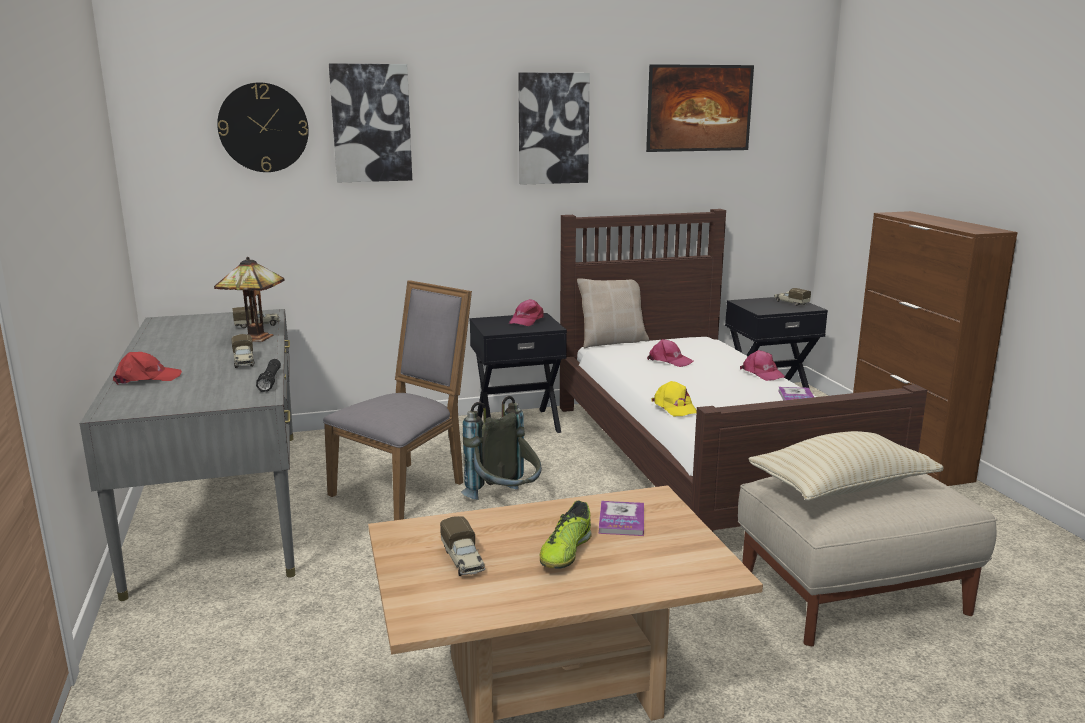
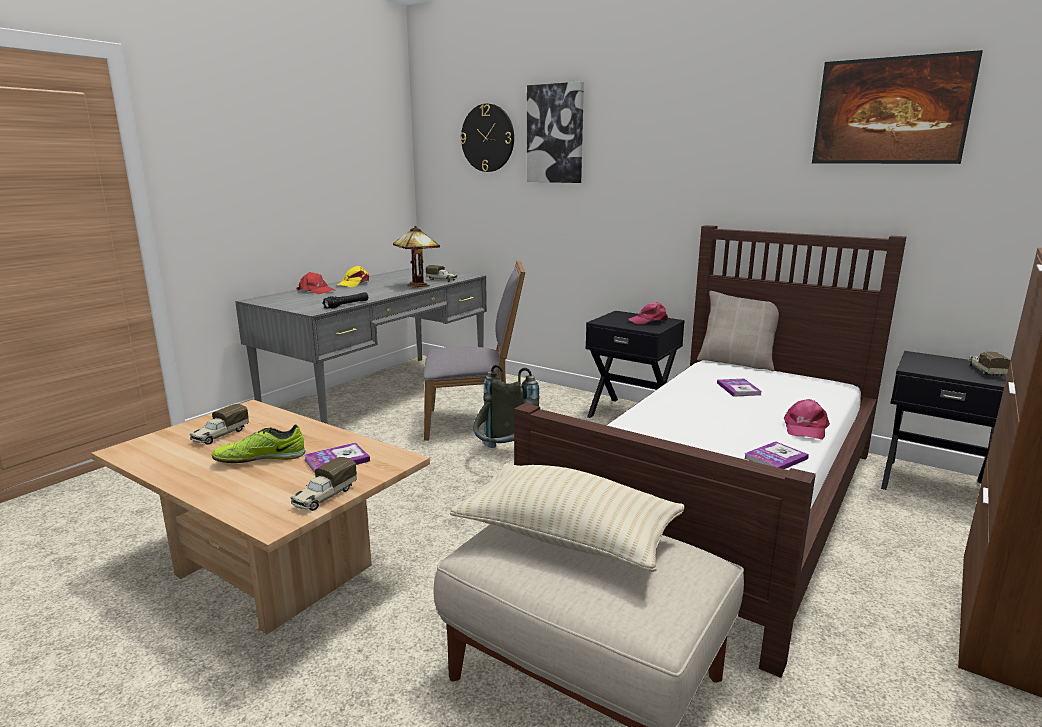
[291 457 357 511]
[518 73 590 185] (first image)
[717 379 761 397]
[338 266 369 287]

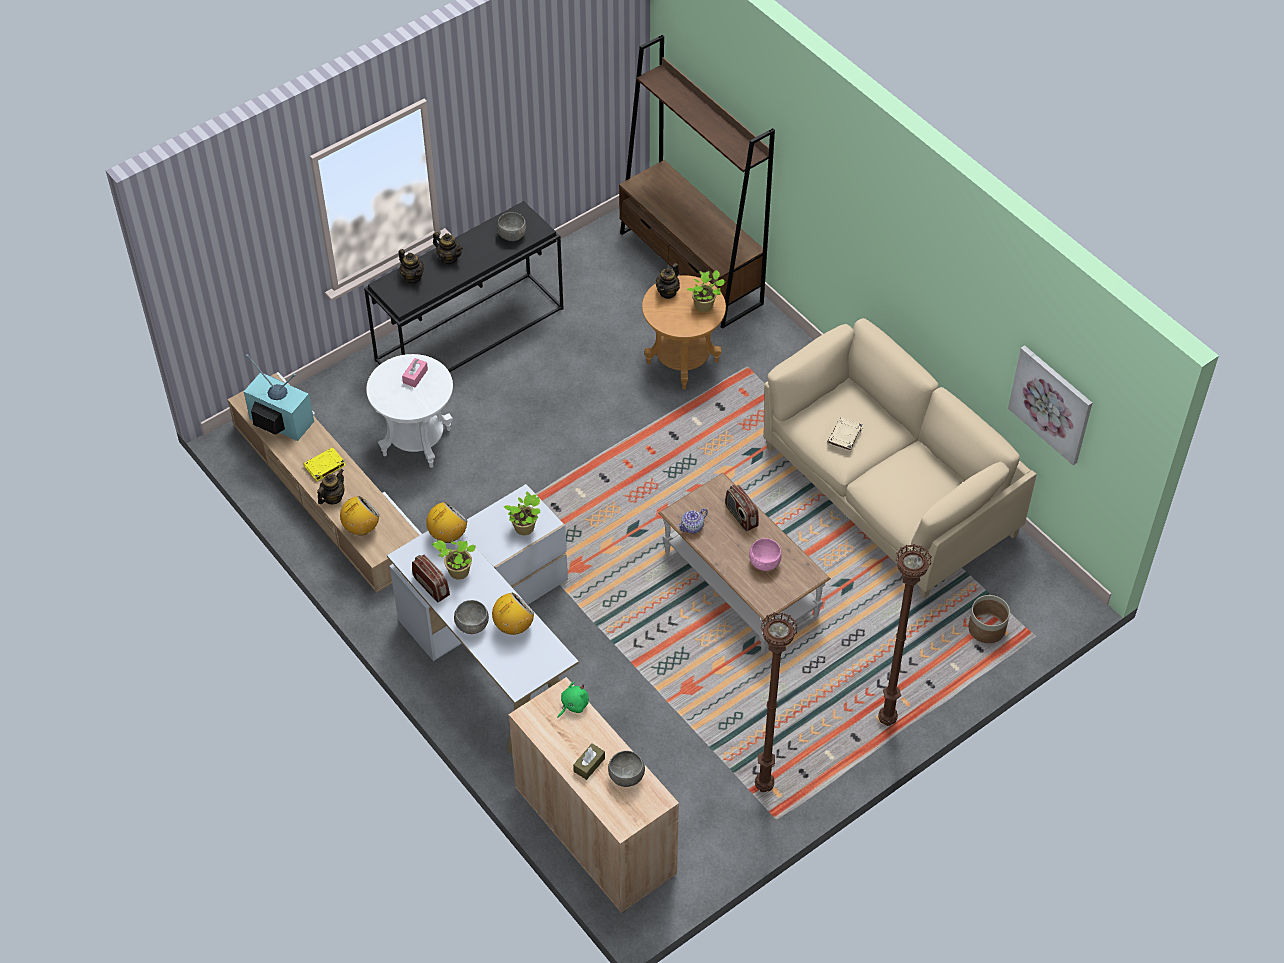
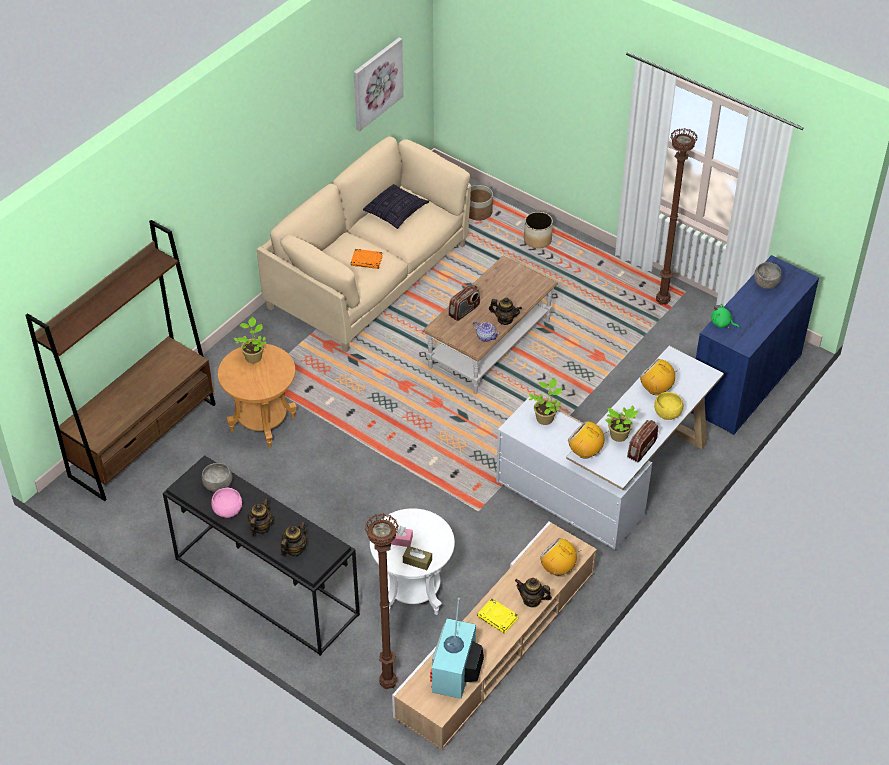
[654 392 683 420]
[691 255 819 435]
[403 546 432 570]
[489 297 522 325]
[211 488 242 518]
[351 249 383 269]
[365 513 399 689]
[363 184 429 229]
[524 212 553 248]

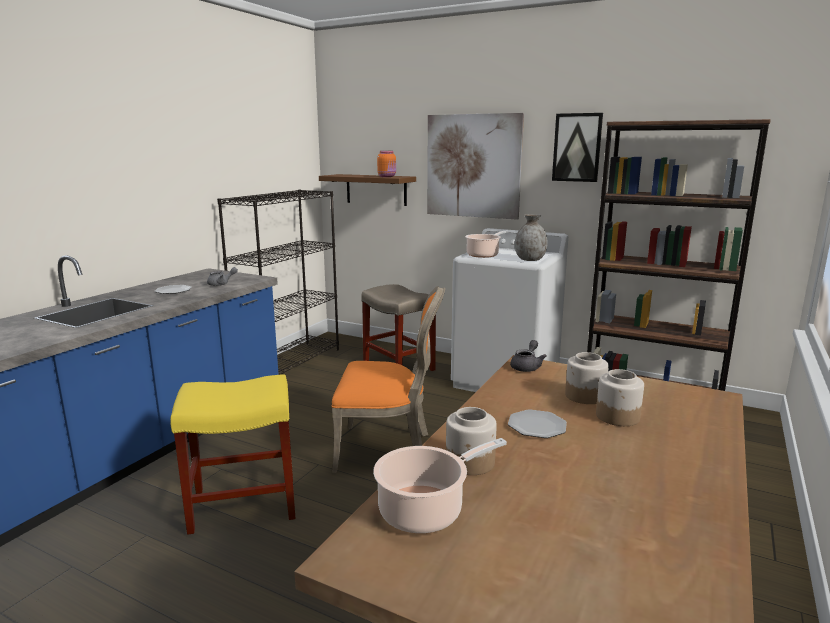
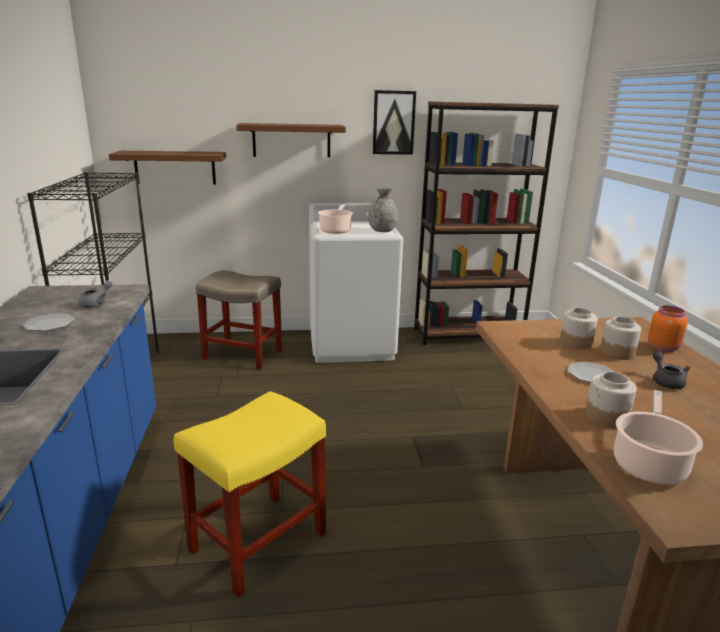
[332 286 445 473] (first image)
[648 306 688 352]
[236 123 346 158]
[653 351 691 389]

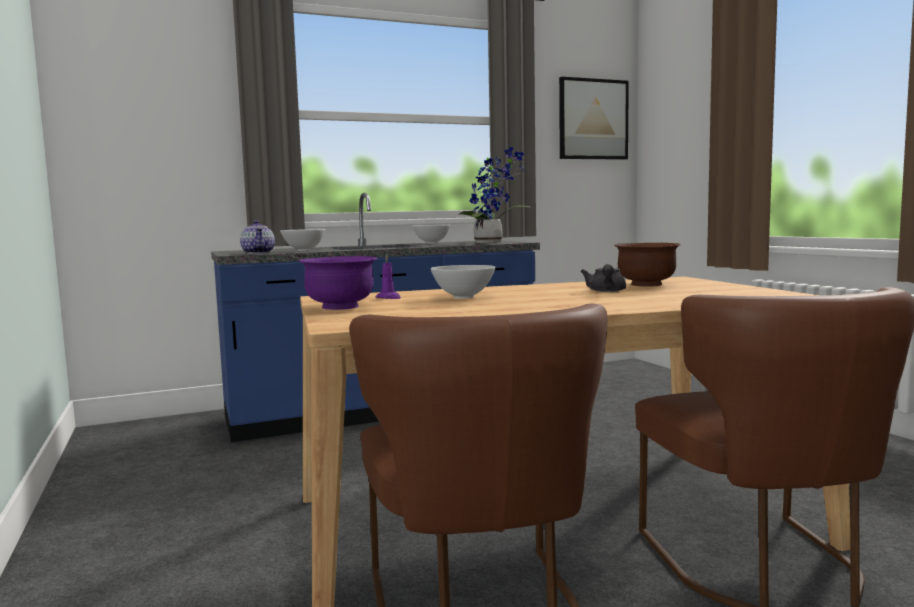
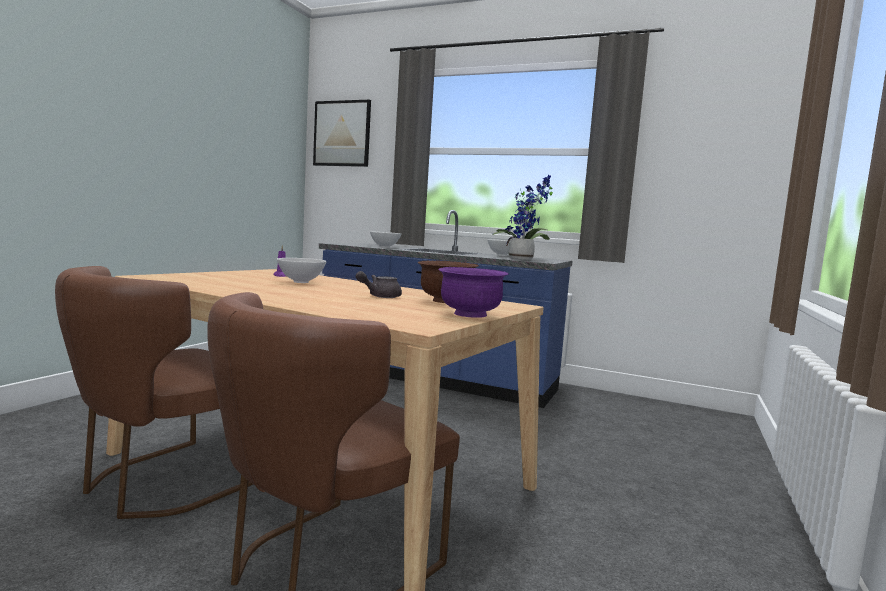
[240 220 275 254] (first image)
[438 267 508 318]
[313 100 371 167]

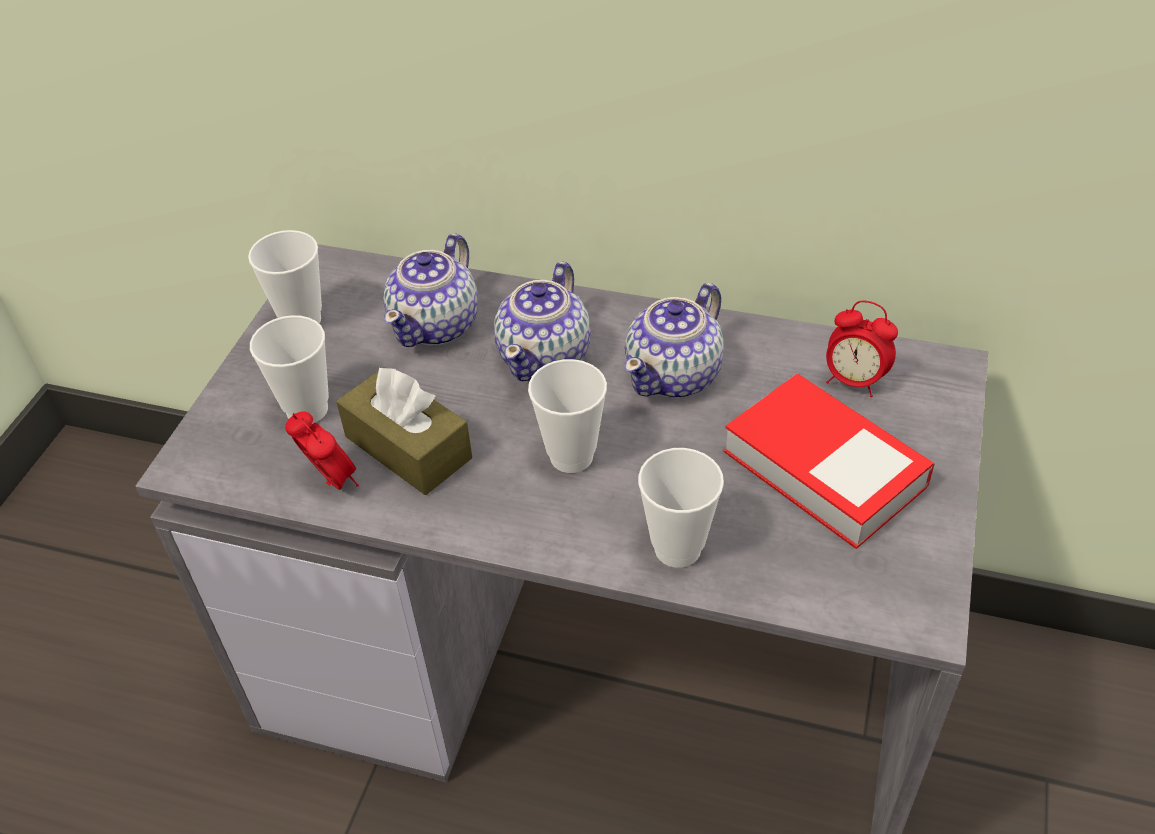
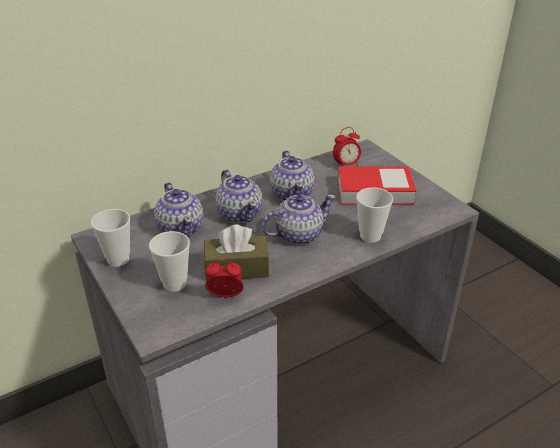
[262 195 336 245]

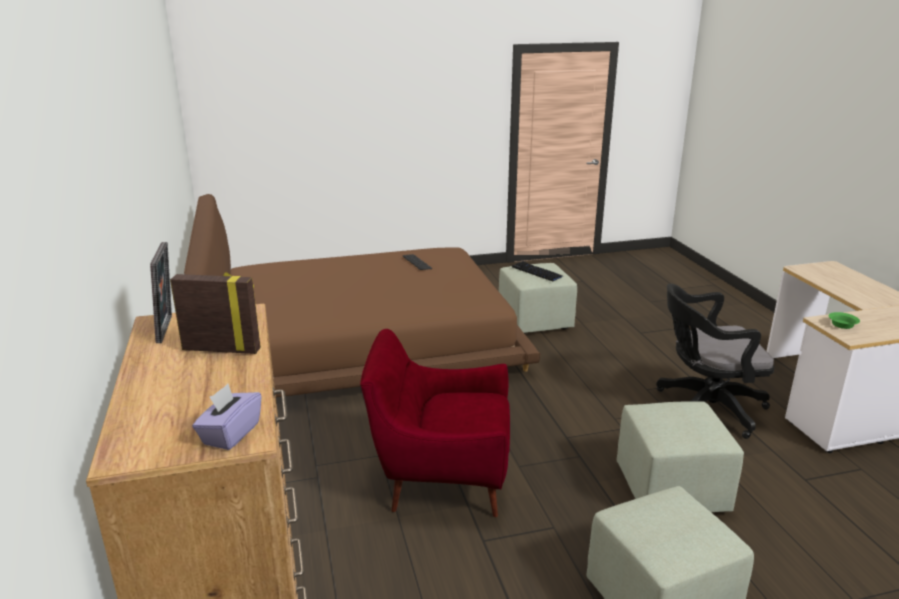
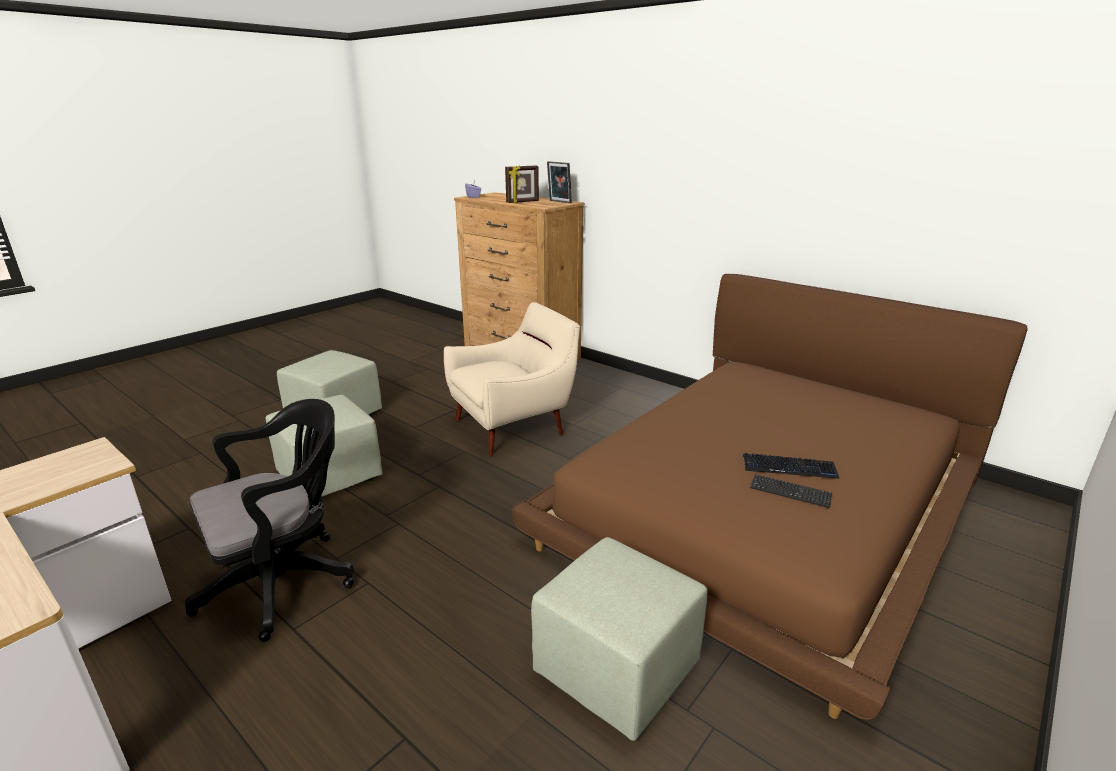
[444 302 580 456]
[743 453 839 479]
[828 312 860 329] (first image)

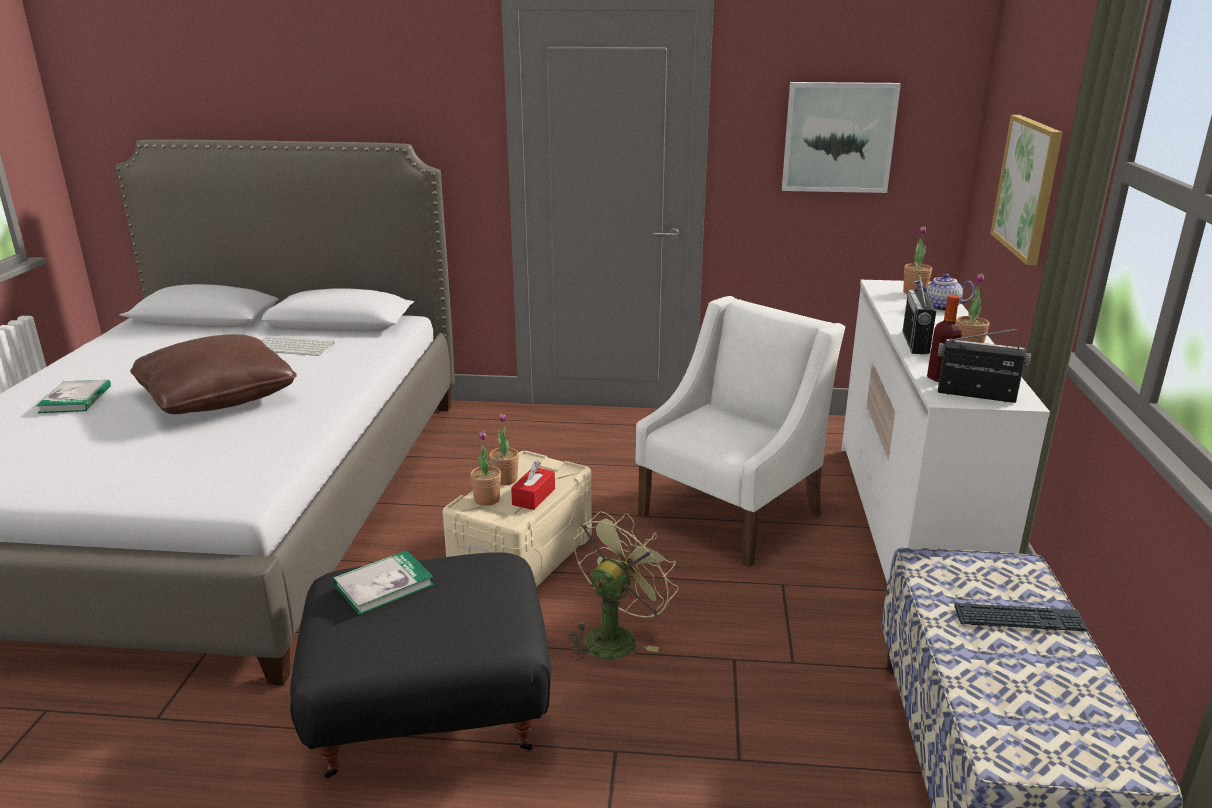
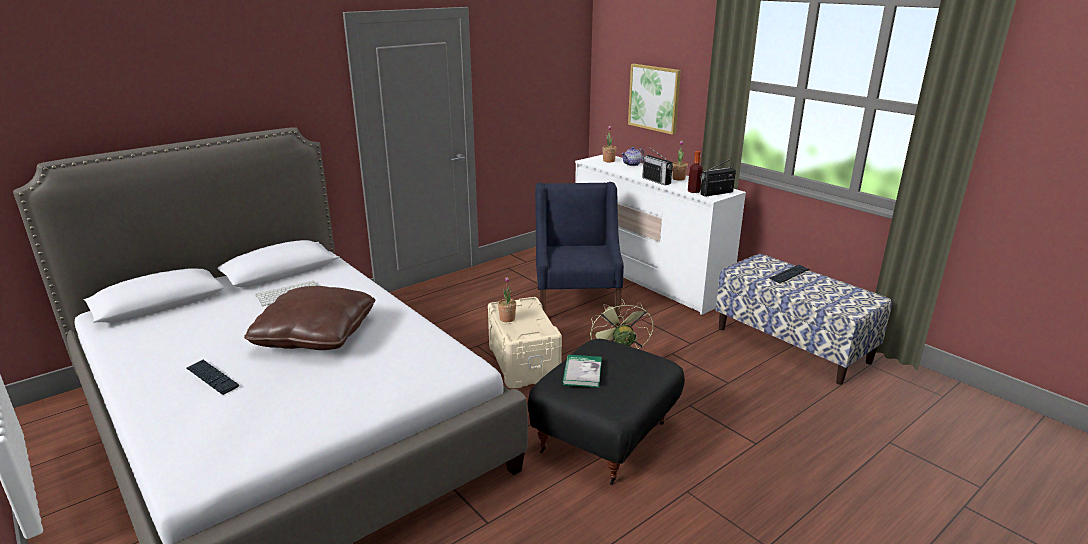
[187 360 239 395]
[470 431 501 506] (first image)
[511 461 555 510] (first image)
[535 182 624 319]
[782 82 901 193] (first image)

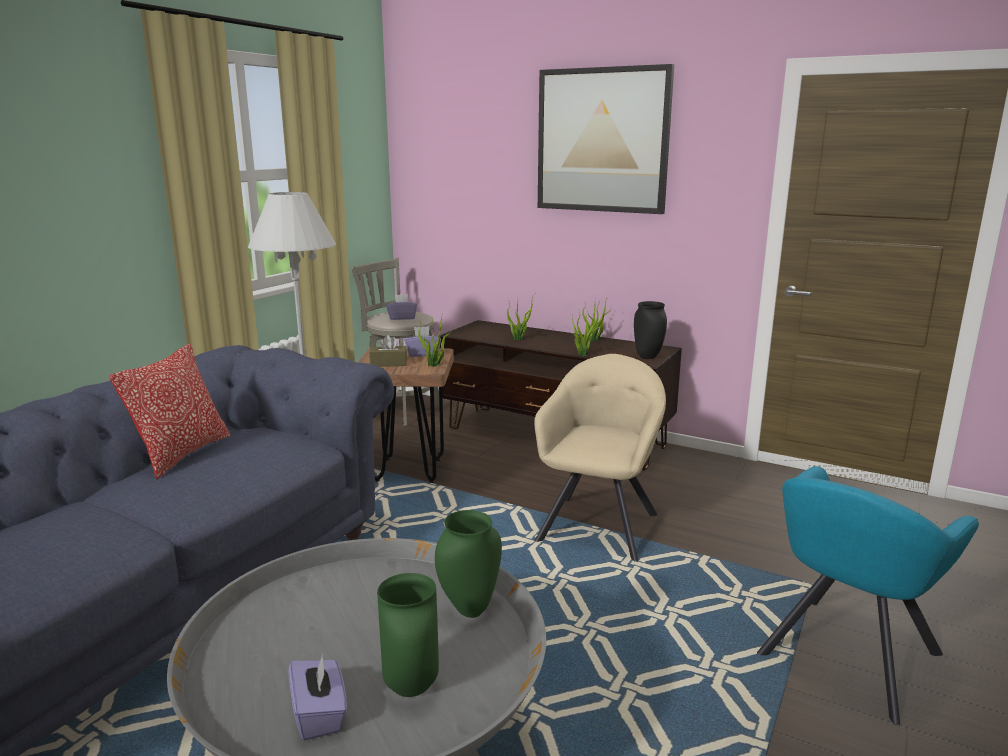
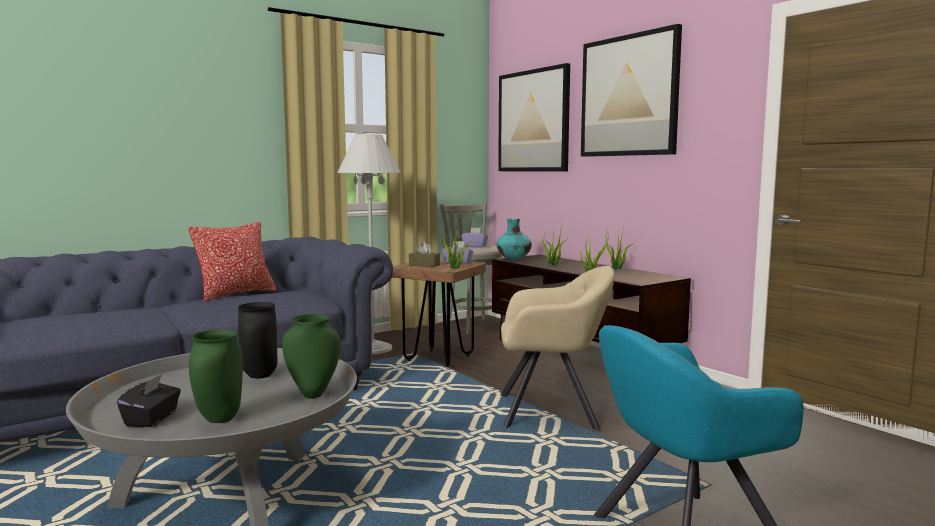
[117 374 181 427]
[501 266 614 430]
[238 302 277 379]
[496 218 532 260]
[498 63 570 171]

